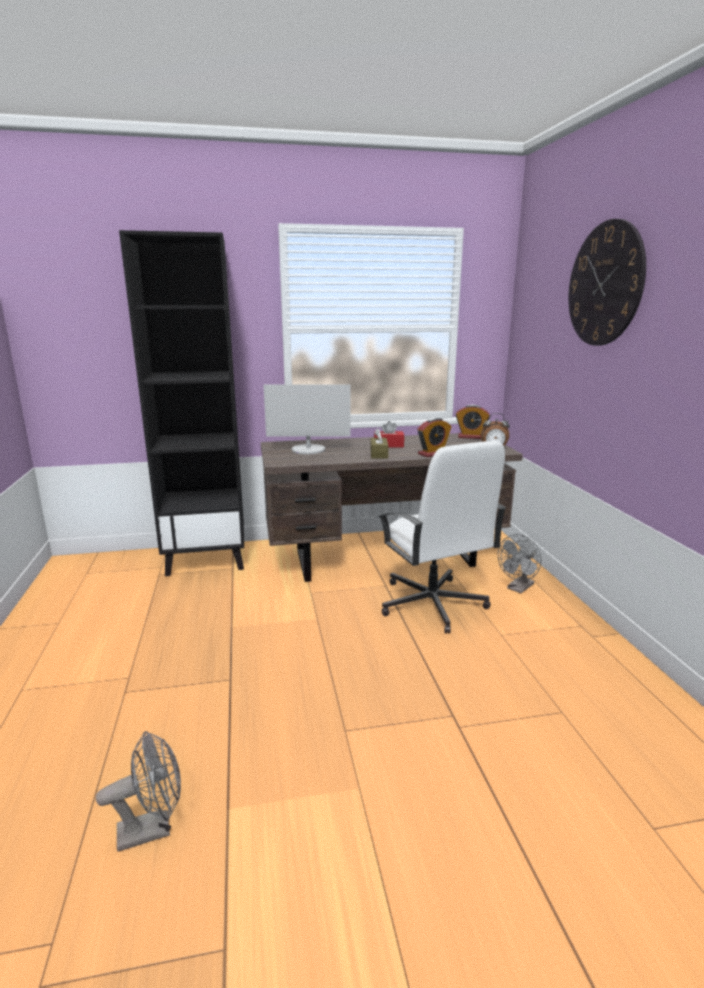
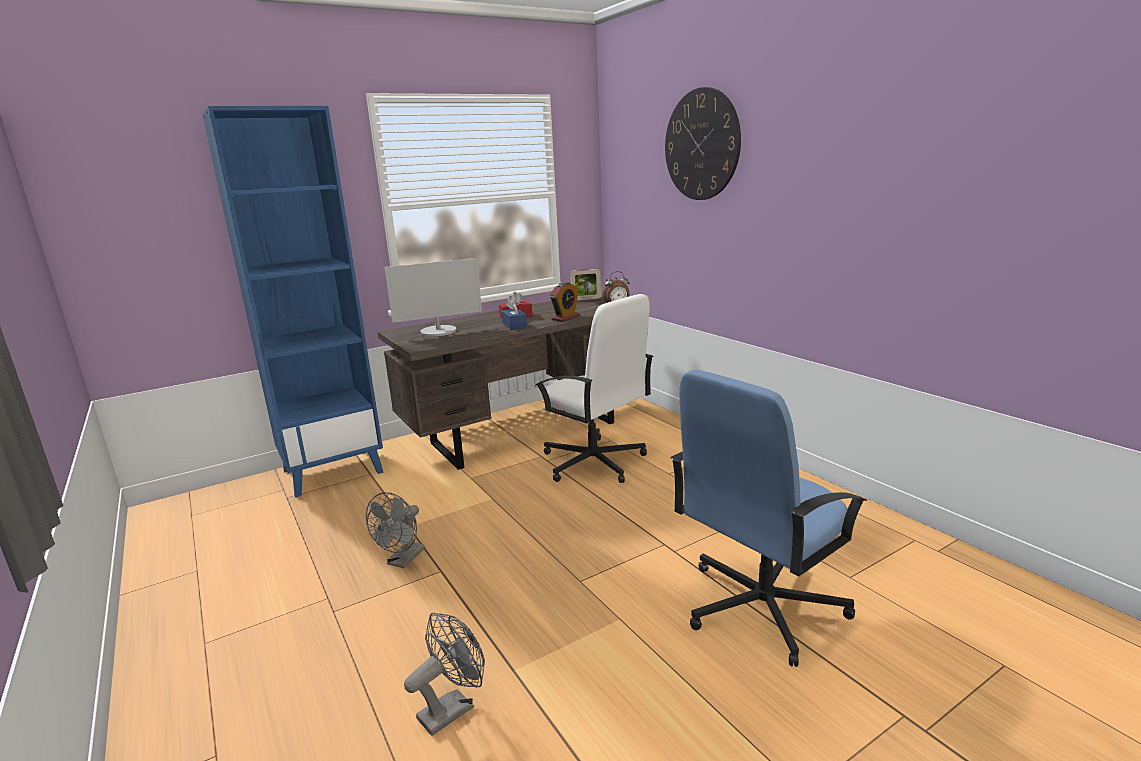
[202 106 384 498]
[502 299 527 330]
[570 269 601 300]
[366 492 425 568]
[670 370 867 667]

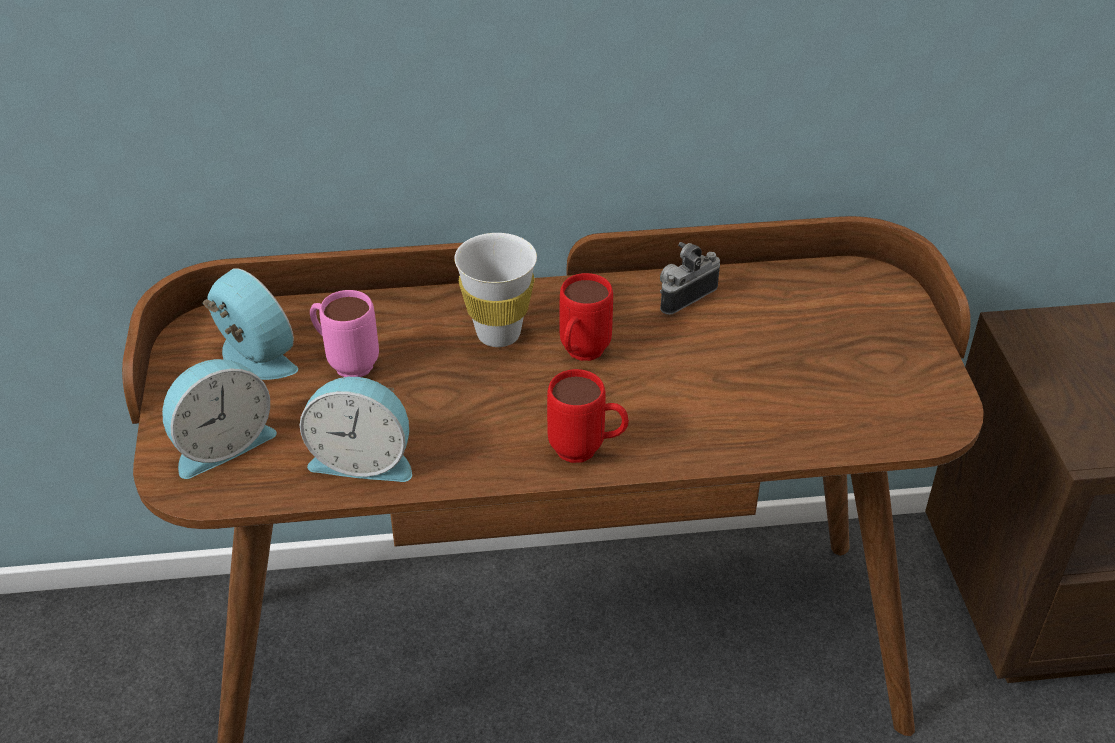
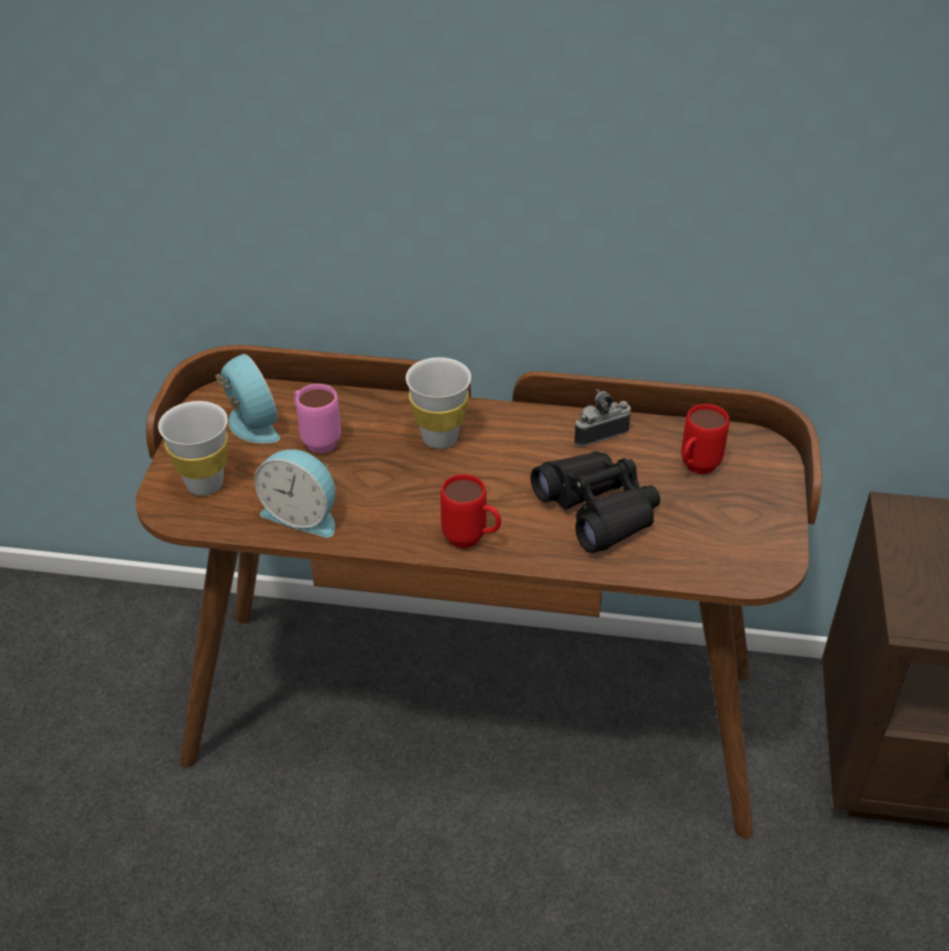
[158 401 228 496]
[681 404 729 475]
[531 451 660 553]

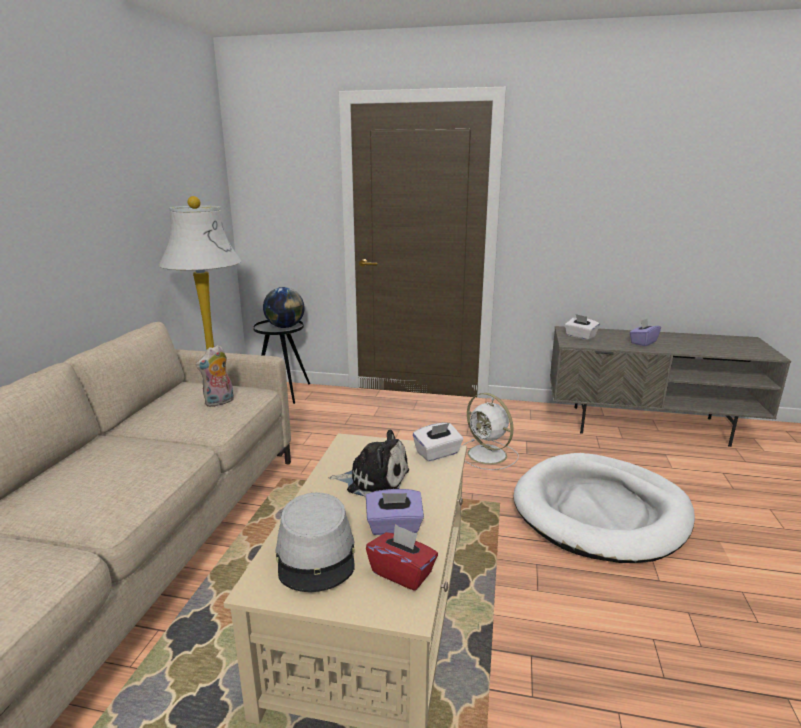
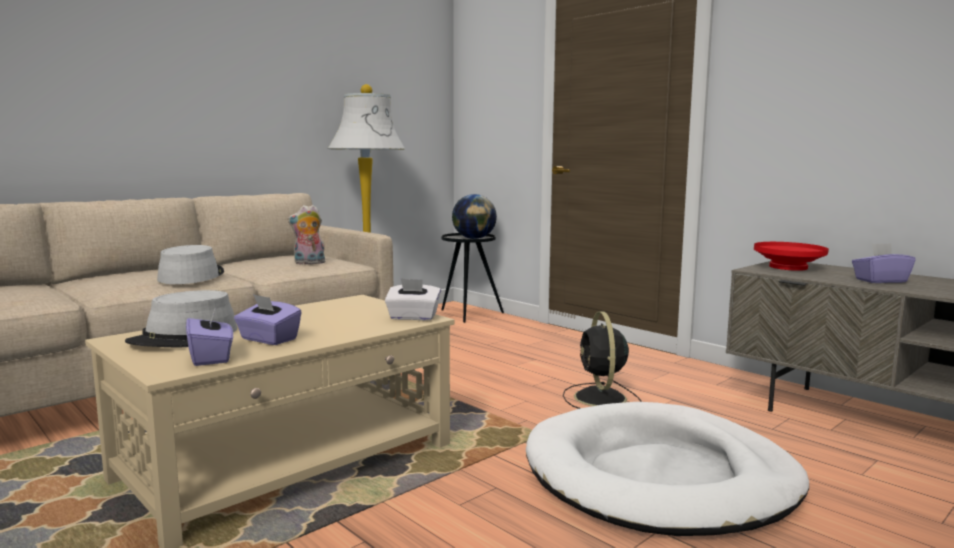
[329 430 409 497] (first image)
[186 306 233 366]
[563 312 642 409]
[754 242 829 271]
[157 245 224 284]

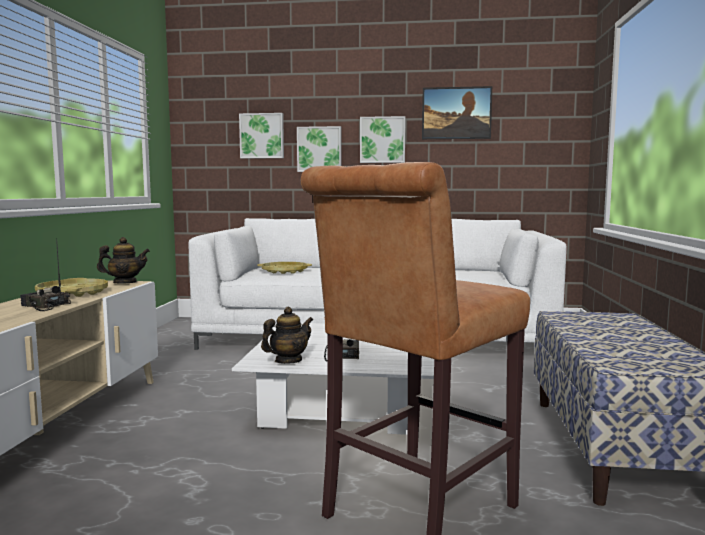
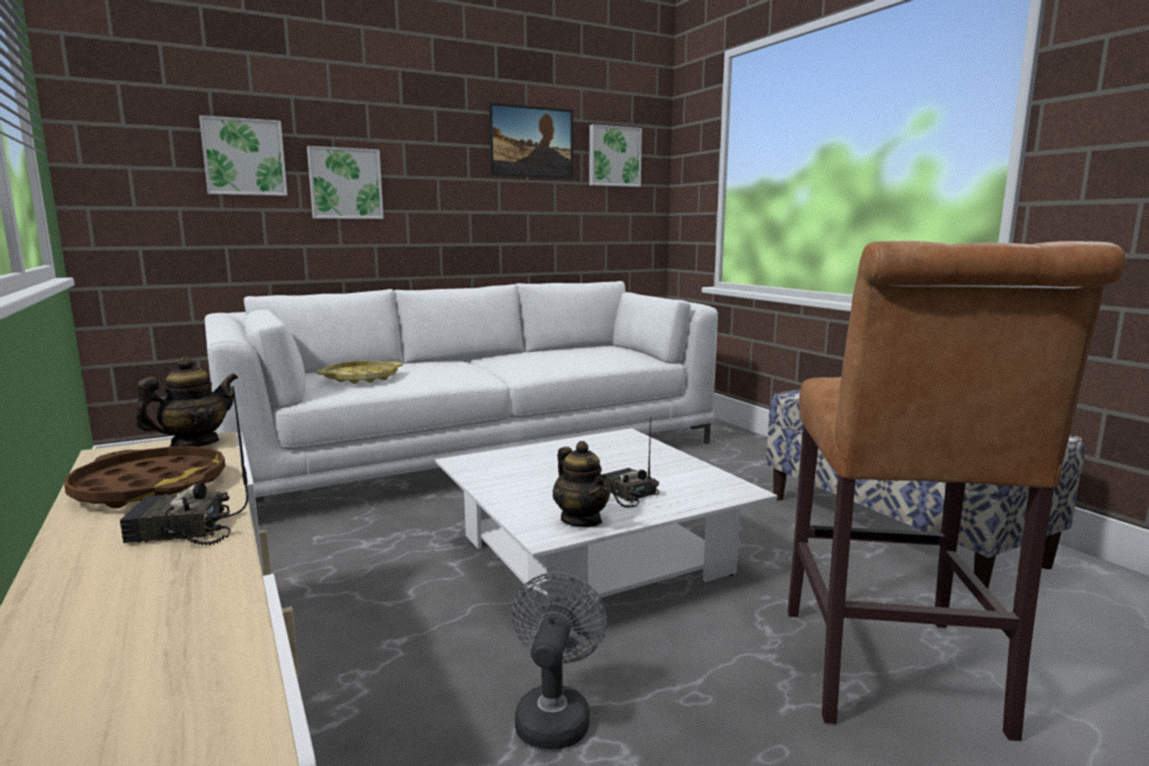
[64 446 225 508]
[552 441 610 527]
[589 124 642 187]
[512 572 607 750]

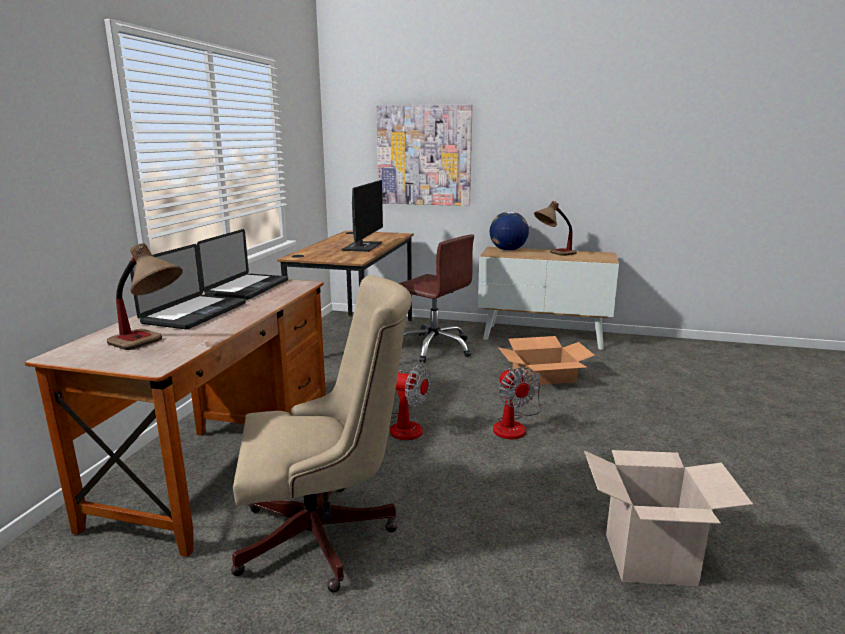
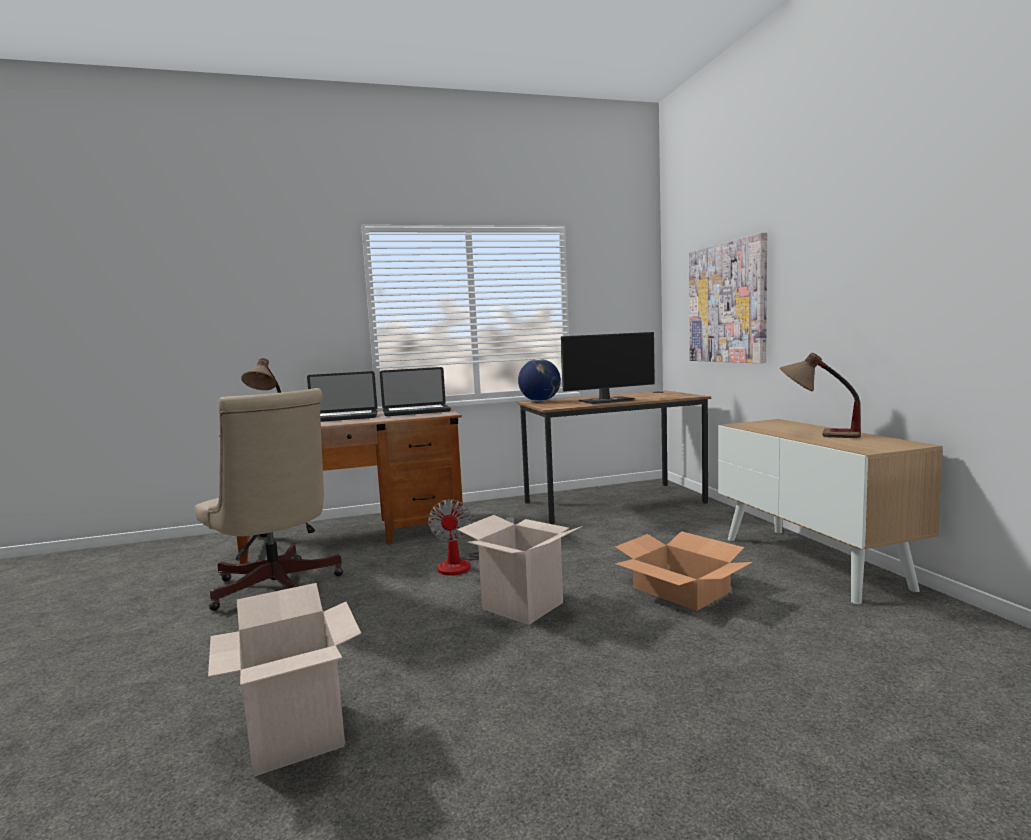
[399 234 474 363] (first image)
[518 359 561 401]
[457 515 583 625]

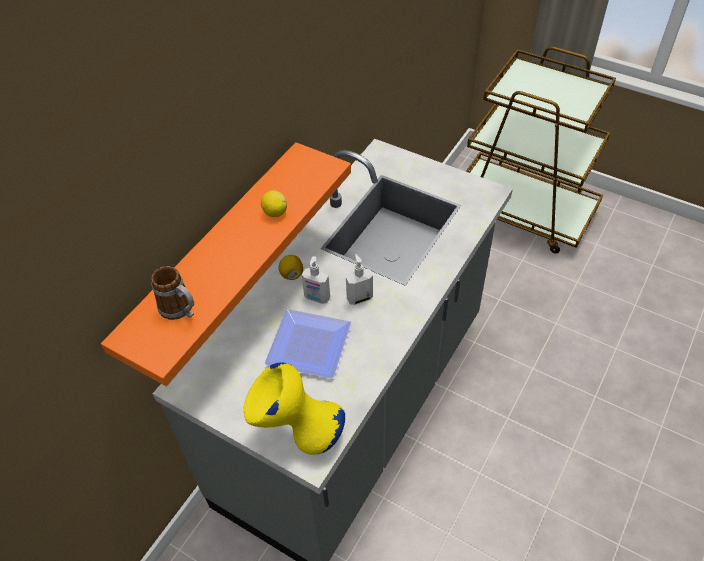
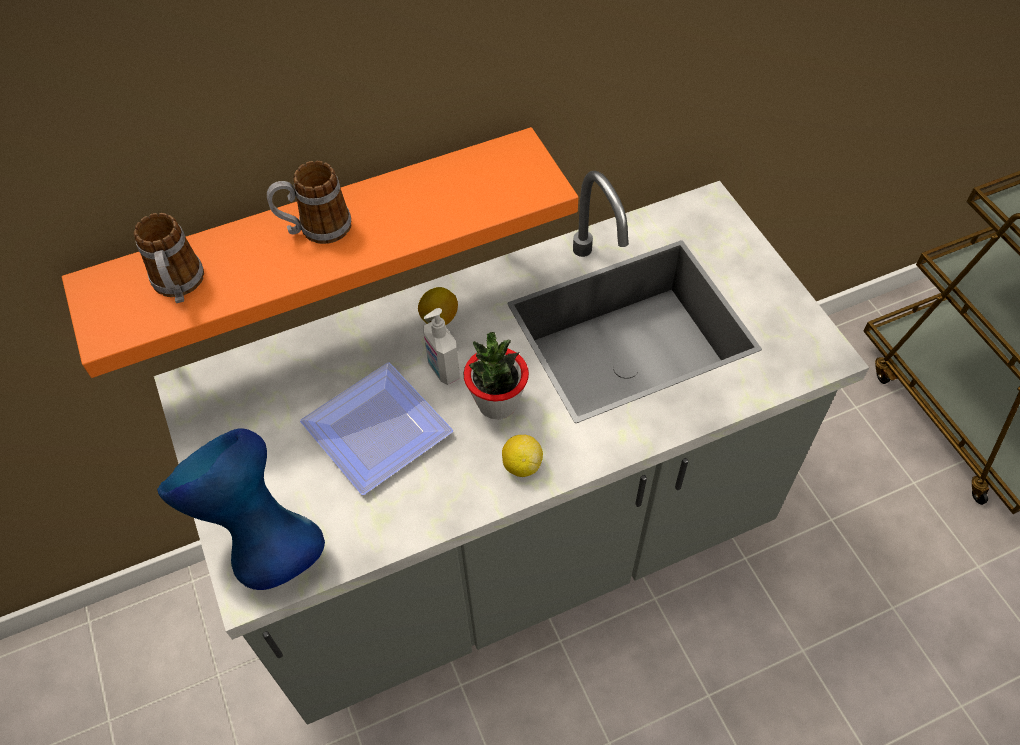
[157 428 325 590]
[502 435 543 477]
[464 332 529 420]
[267 161 352 244]

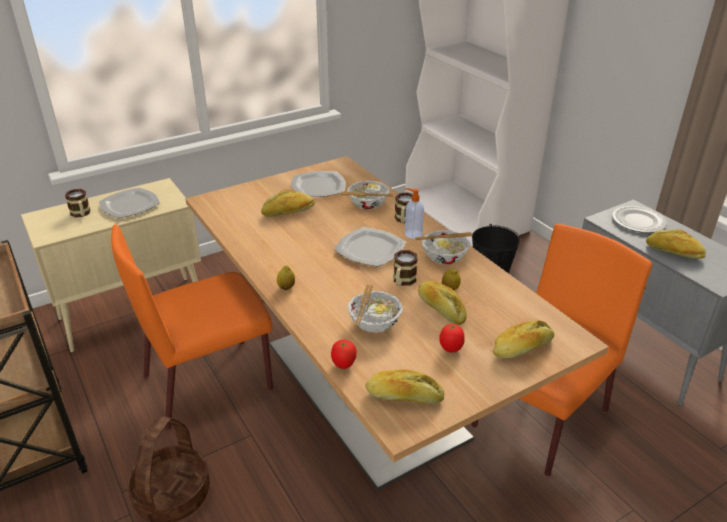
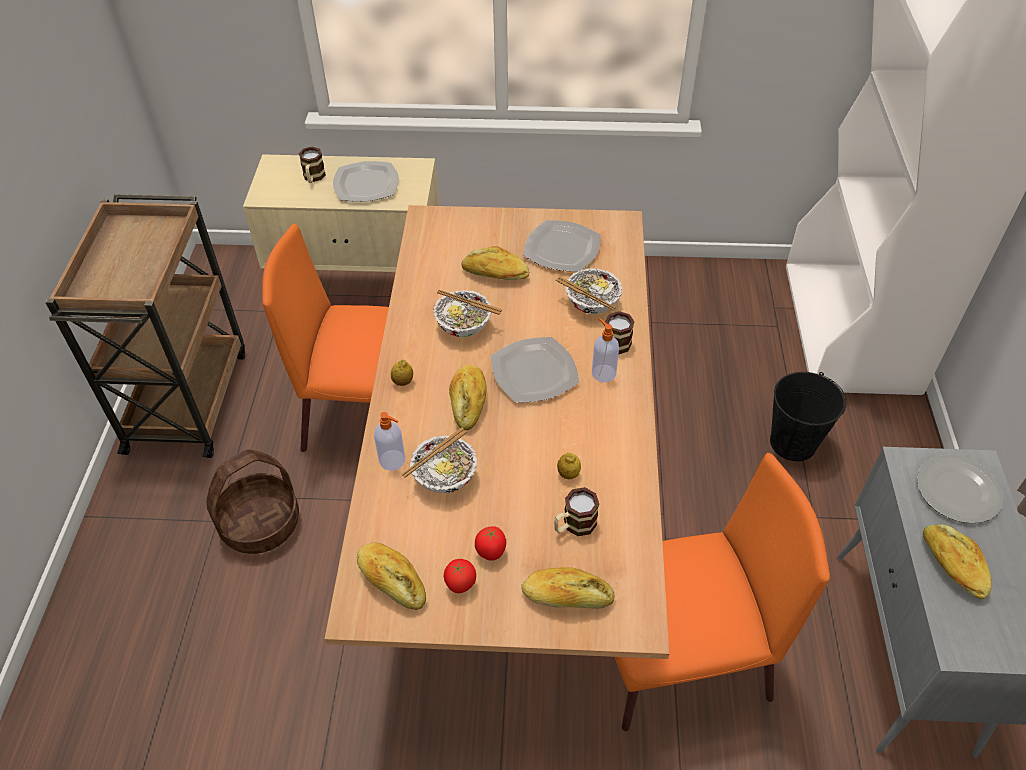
[444 559 476 593]
[554 487 599 536]
[433 290 502 337]
[449 365 487 430]
[374 412 405 471]

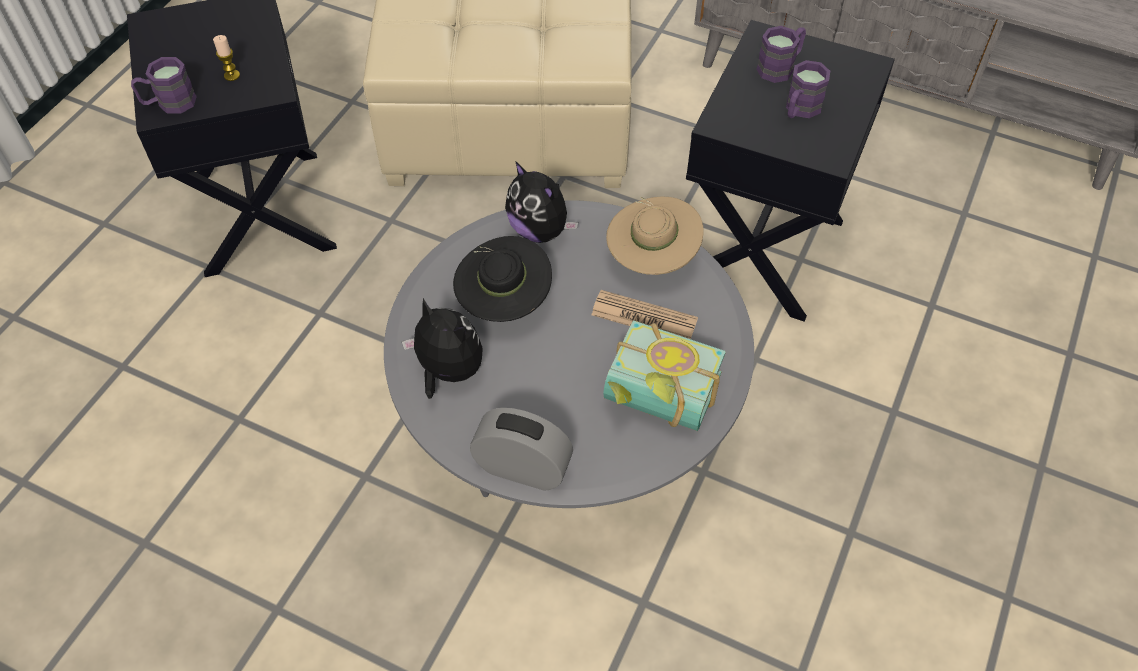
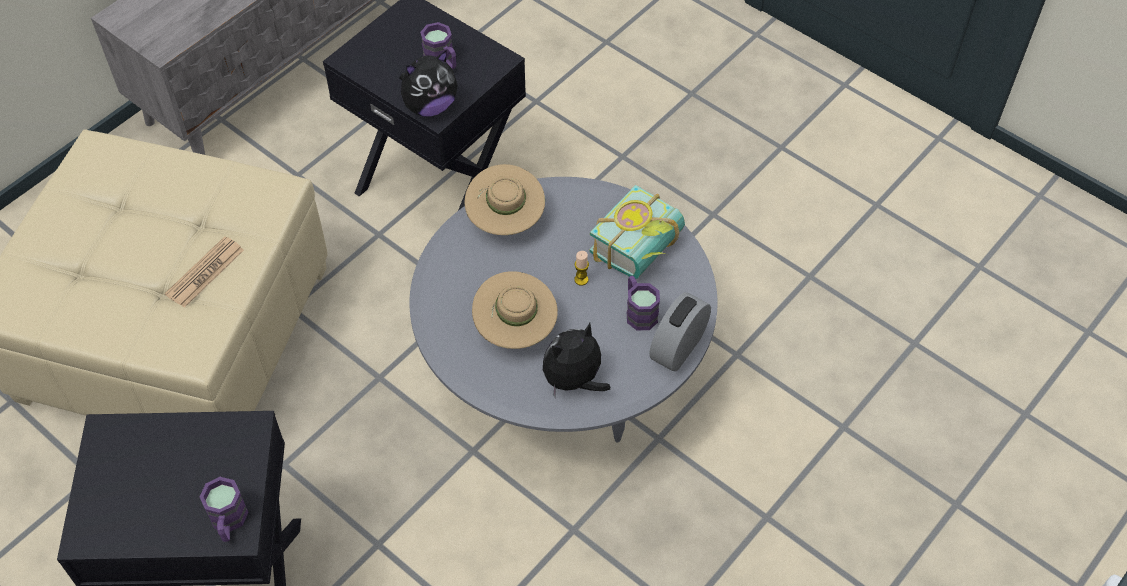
[574 251 589 286]
[472 271 558 349]
[400 51 458 116]
[165 236 244 308]
[627 276 660 330]

